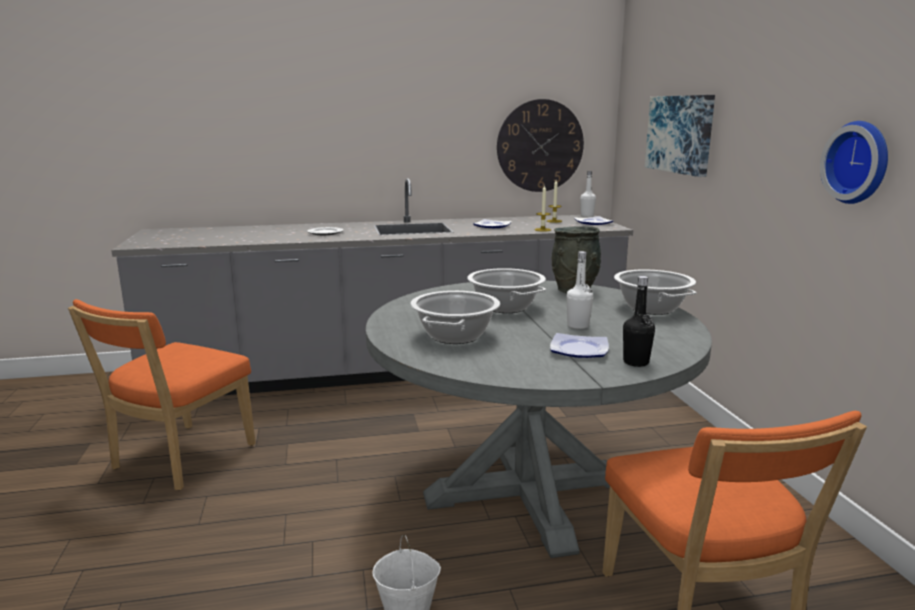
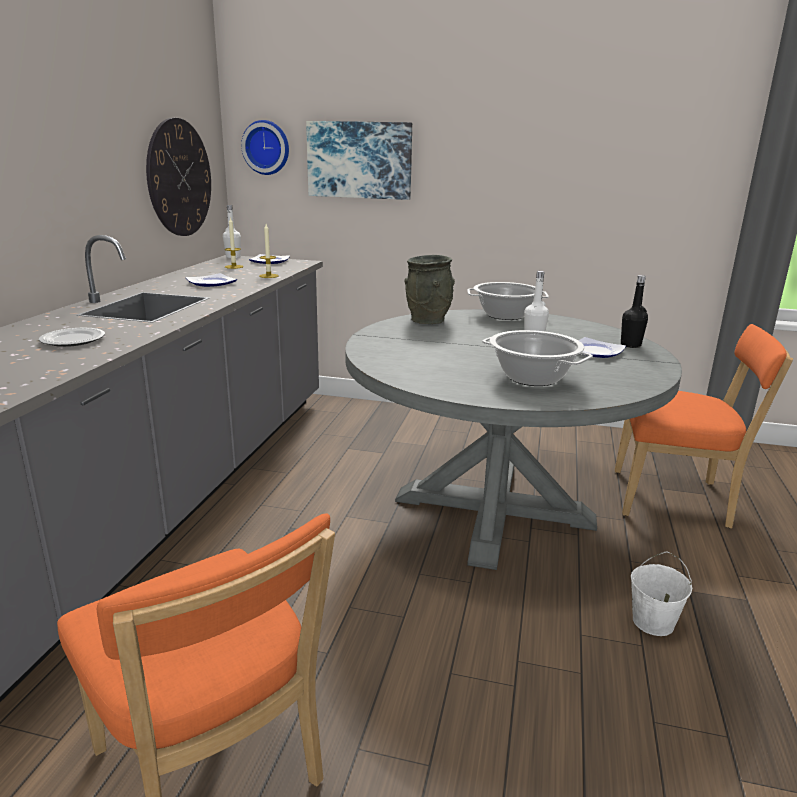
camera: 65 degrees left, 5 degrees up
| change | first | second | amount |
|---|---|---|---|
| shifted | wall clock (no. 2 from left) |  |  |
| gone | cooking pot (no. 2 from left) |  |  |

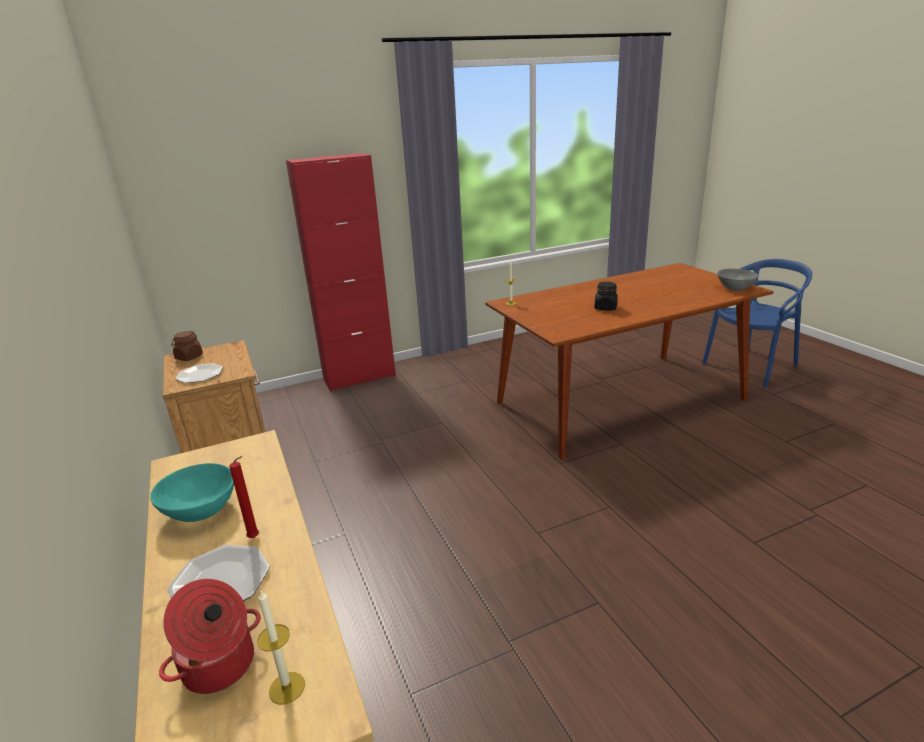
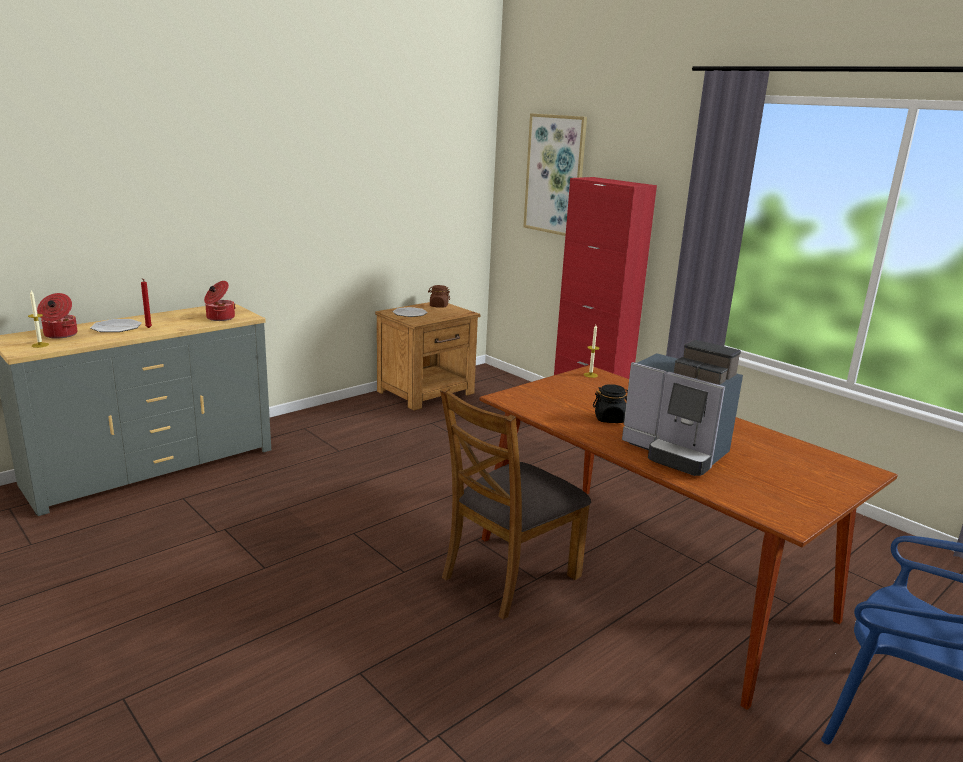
camera: 70 degrees right, 5 degrees down
| change | first | second | amount |
|---|---|---|---|
| gone | grey bowl |  |  |
| gone | turquoise bowl |  |  |
| new |  | picture |  |
| new |  | cooking pot (no. 2 from left) |  |
| new |  | coffee machine |  |
| new |  | brown chair |  |

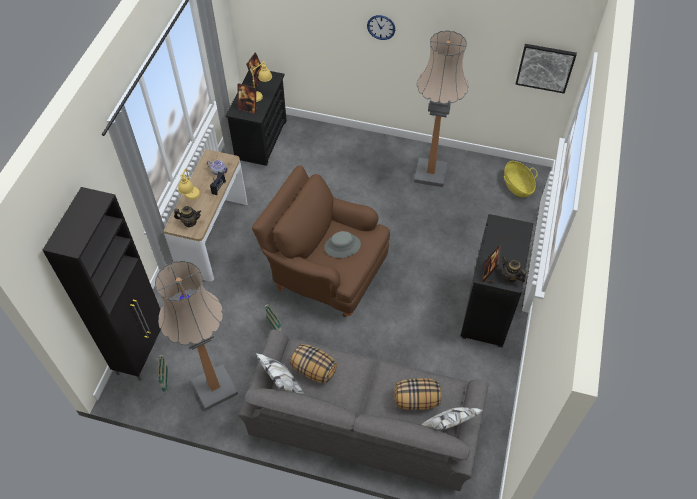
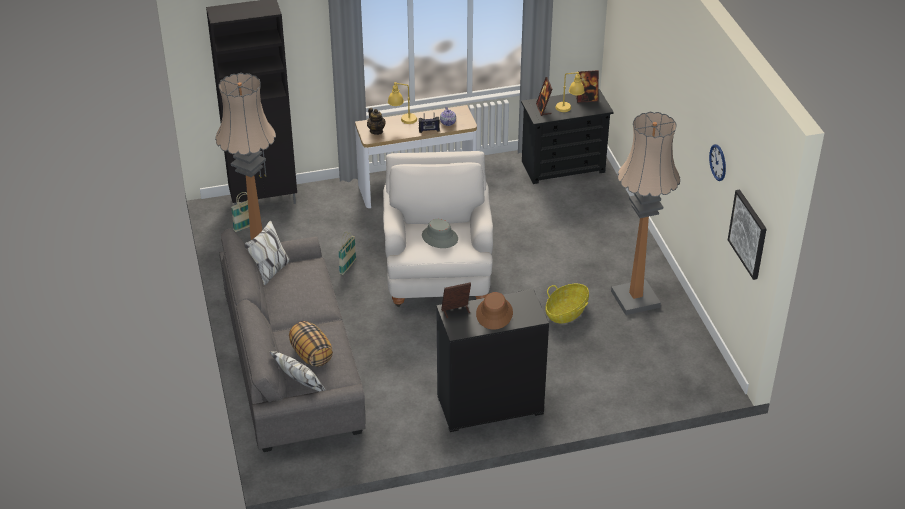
camera: 60 degrees right, 15 degrees down
| change | first | second | amount |
|---|---|---|---|
| shifted | wall clock |  |  |
| shifted | basket (no. 3 from left) |  |  |
| repainted | brown armchair | white armchair |  |
| gone | teapot (no. 3 from left) |  |  |
| gone | pillow (no. 1 from left) |  |  |
| new |  | brown hat |  |

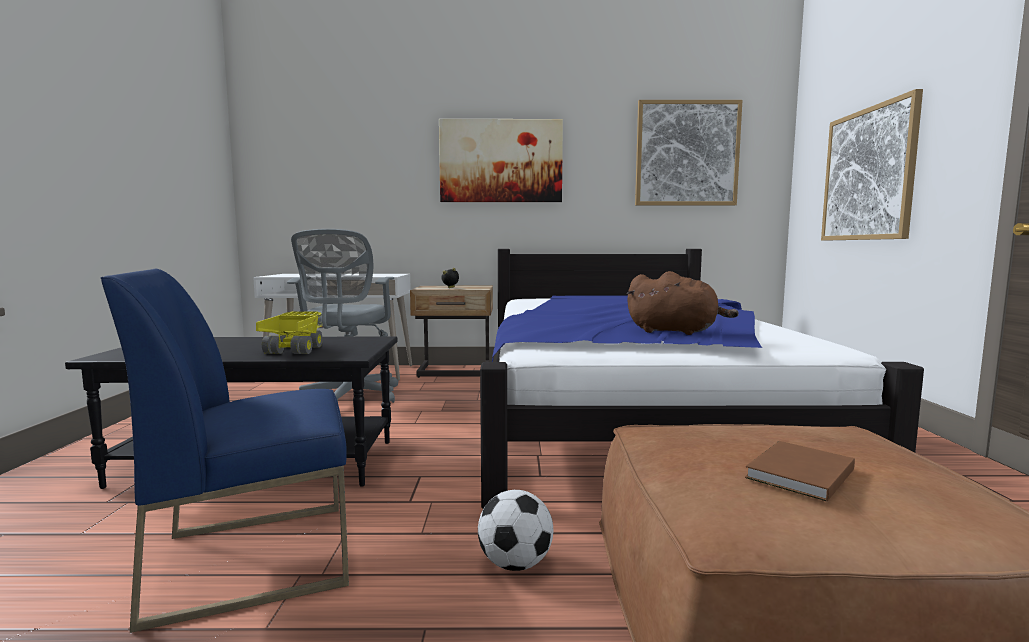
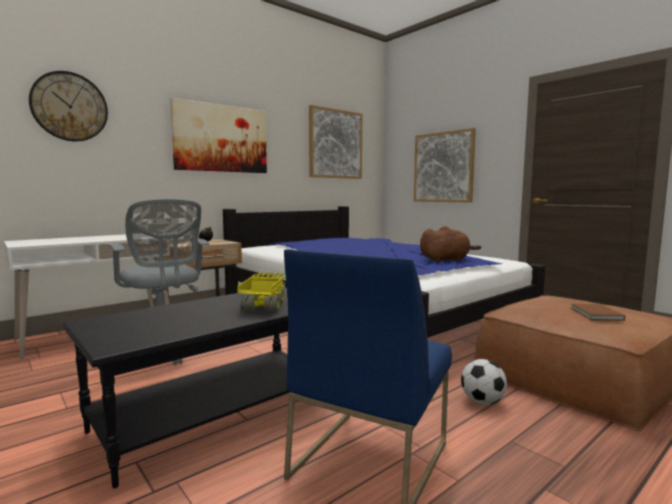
camera: 40 degrees left, 0 degrees up
| change | first | second | amount |
|---|---|---|---|
| rotated | toy truck |  | 45 degrees clockwise |
| new |  | wall clock |  |

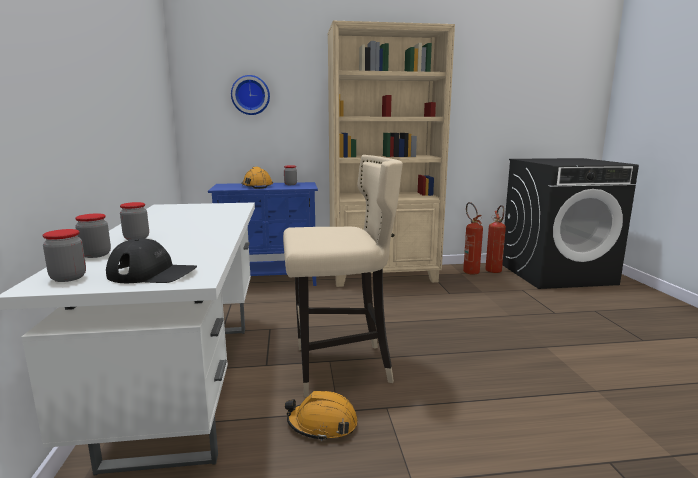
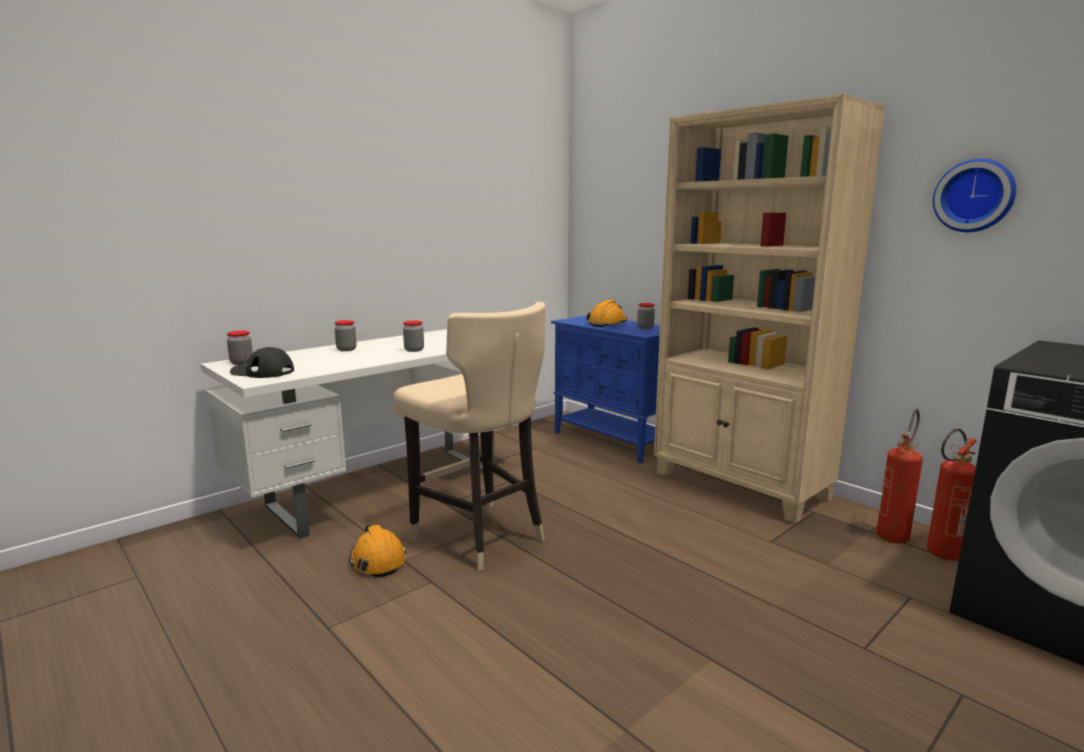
camera: 55 degrees right, 0 degrees up
| change | first | second | amount |
|---|---|---|---|
| shifted | wall clock |  |  |
| shifted | jar (no. 2 from left in the first image) | jar (no. 3 from left) |  |
| rotated | black cap |  | 135 degrees clockwise |

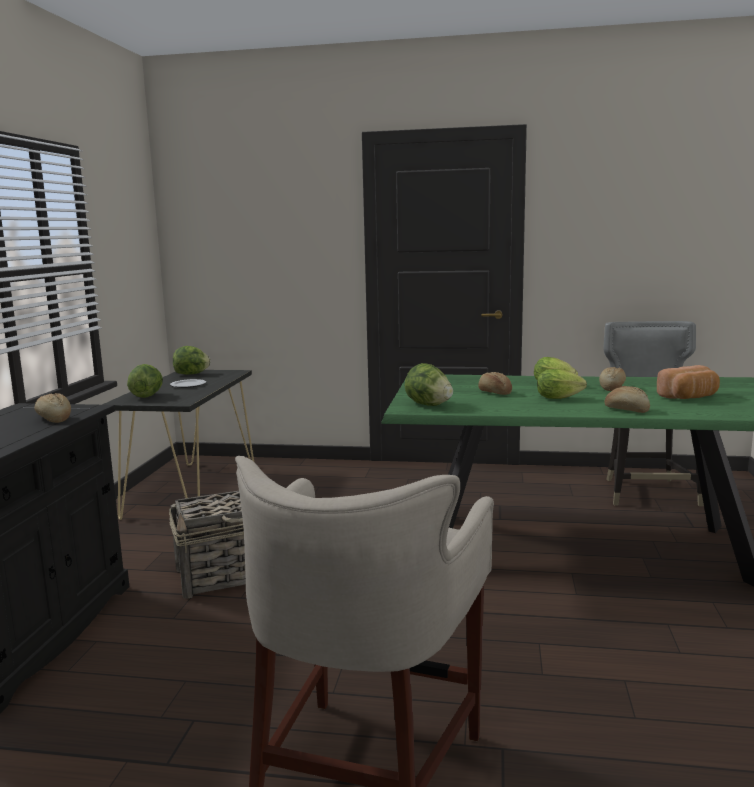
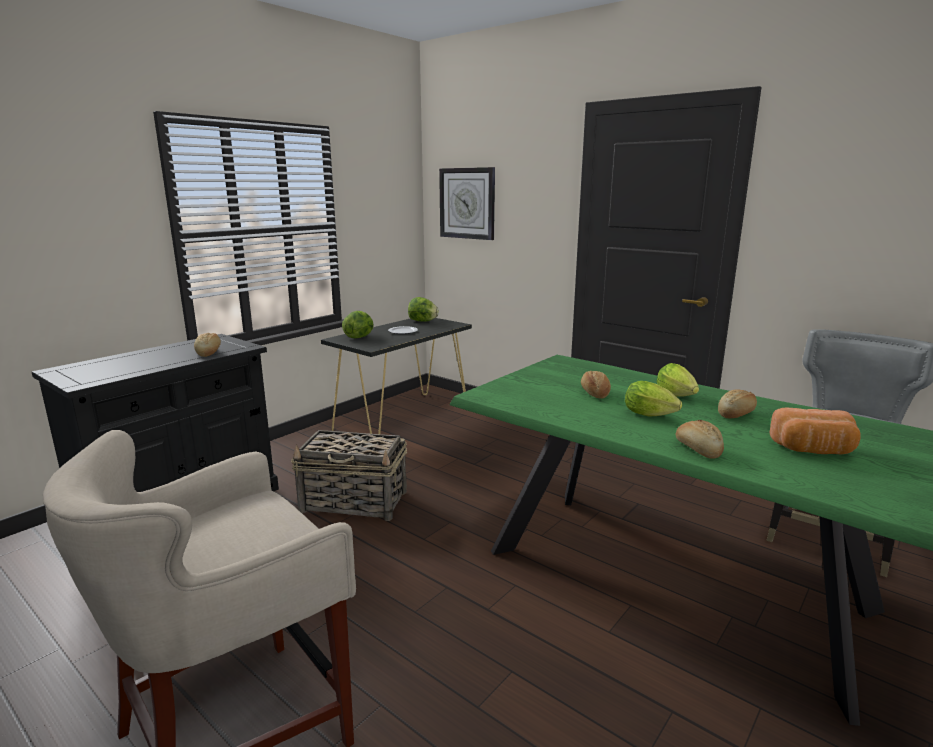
camera: 30 degrees right, 5 degrees up
| change | first | second | amount |
|---|---|---|---|
| gone | lettuce (no. 3 from left) |  |  |
| new |  | wall clock |  |

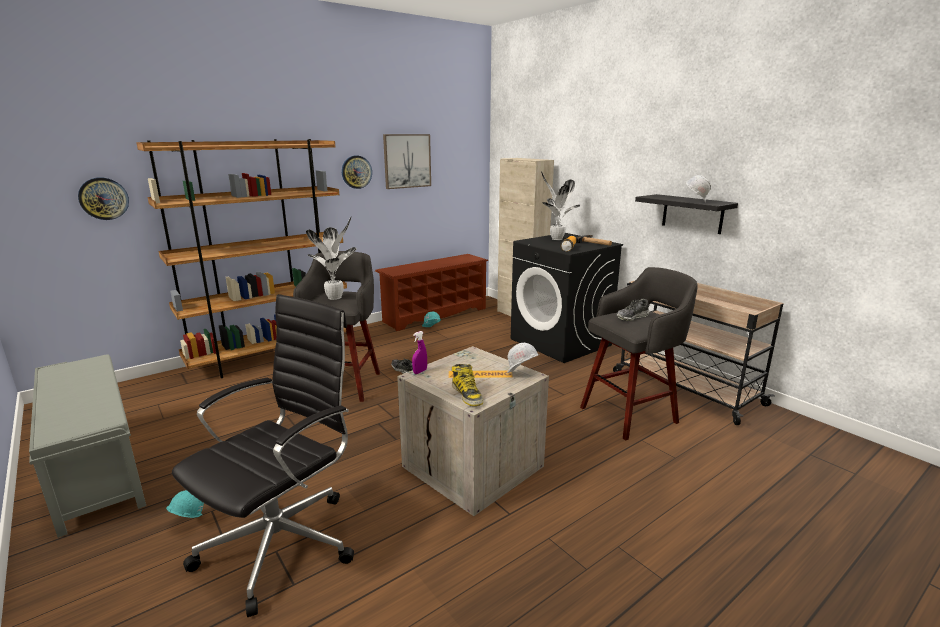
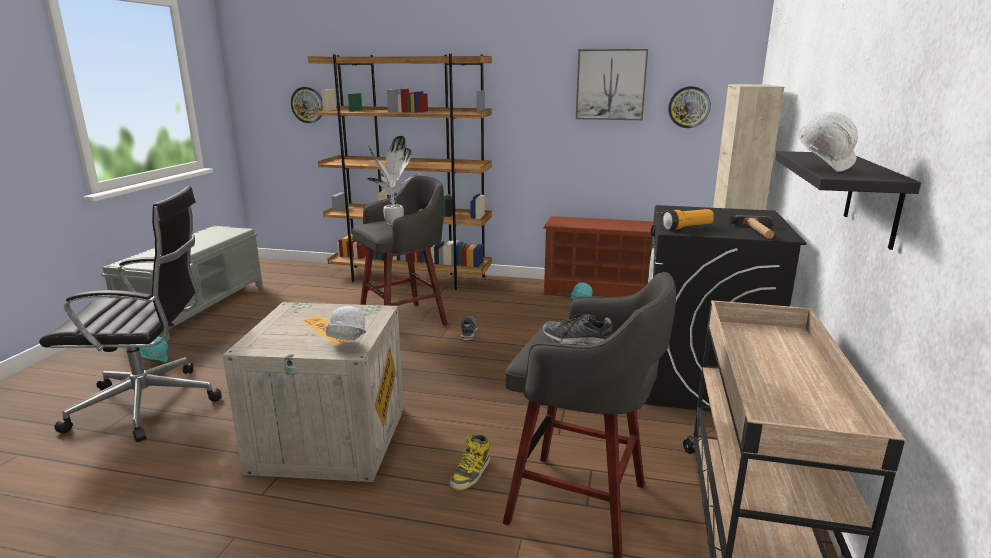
camera: 50 degrees right, 0 degrees up
| change | first | second | amount |
|---|---|---|---|
| shifted | wall clock (no. 2 from left) |  |  |
| gone | potted plant (no. 2 from left) |  |  |
| gone | purple spray bottle |  |  |
| shifted | boot |  |  |

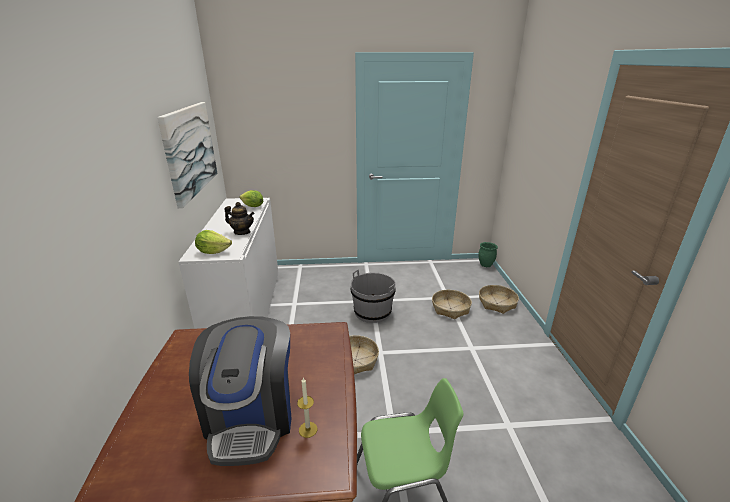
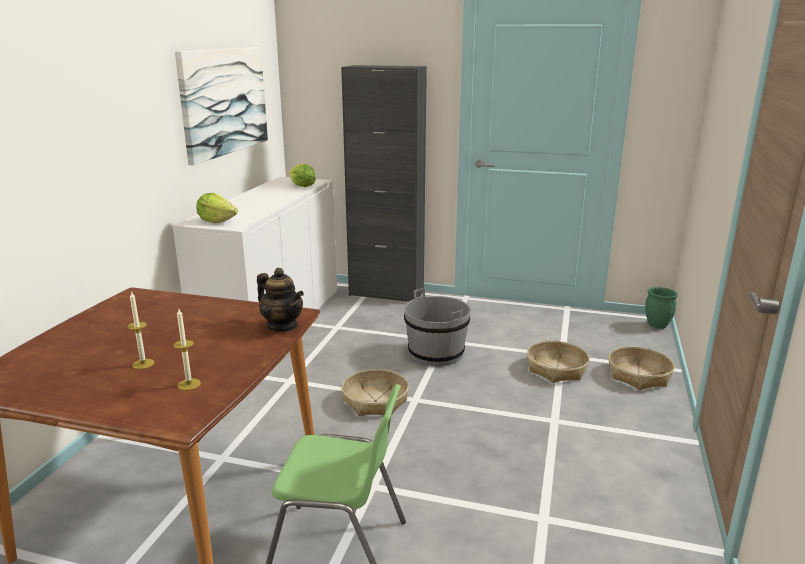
camera: 20 degrees right, 5 degrees down
| change | first | second | amount |
|---|---|---|---|
| shifted | teapot |  |  |
| swapped | coffee machine | candle (no. 1 from left) |  |
| new |  | black cabinet |  |

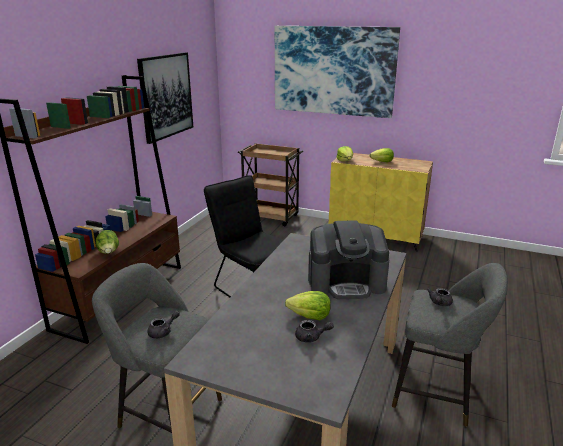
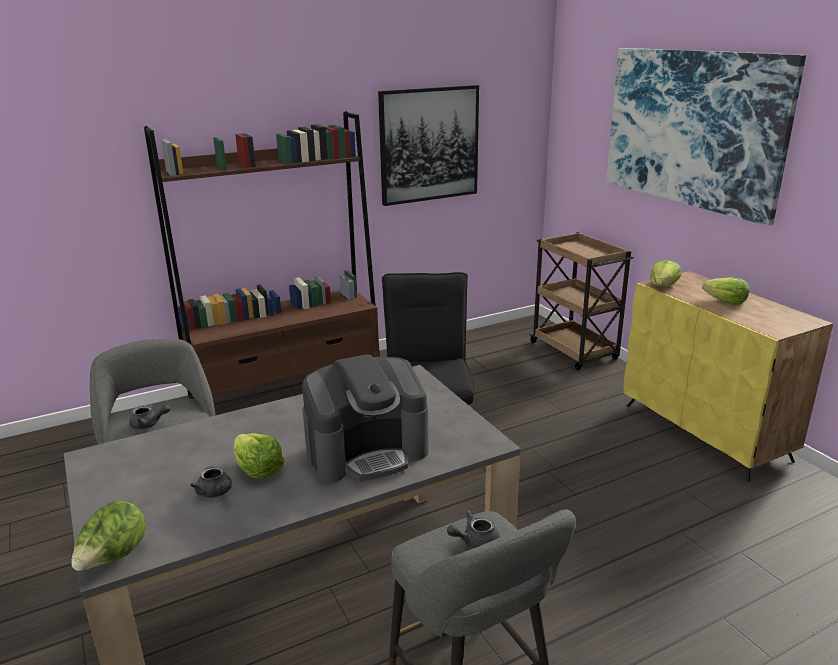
camera: 40 degrees right, 0 degrees up
| change | first | second | amount |
|---|---|---|---|
| rotated | coffee machine |  | 60 degrees counterclockwise |
| shifted | lettuce (no. 1 from left) |  |  |

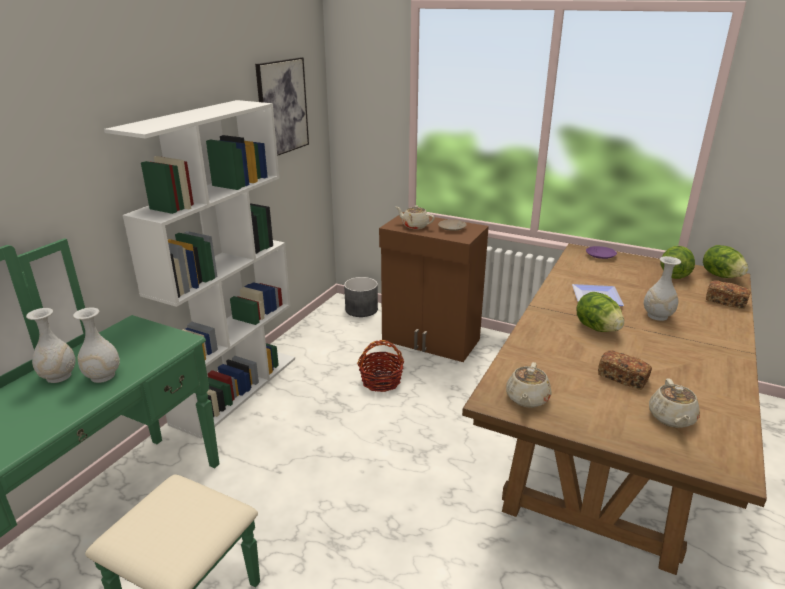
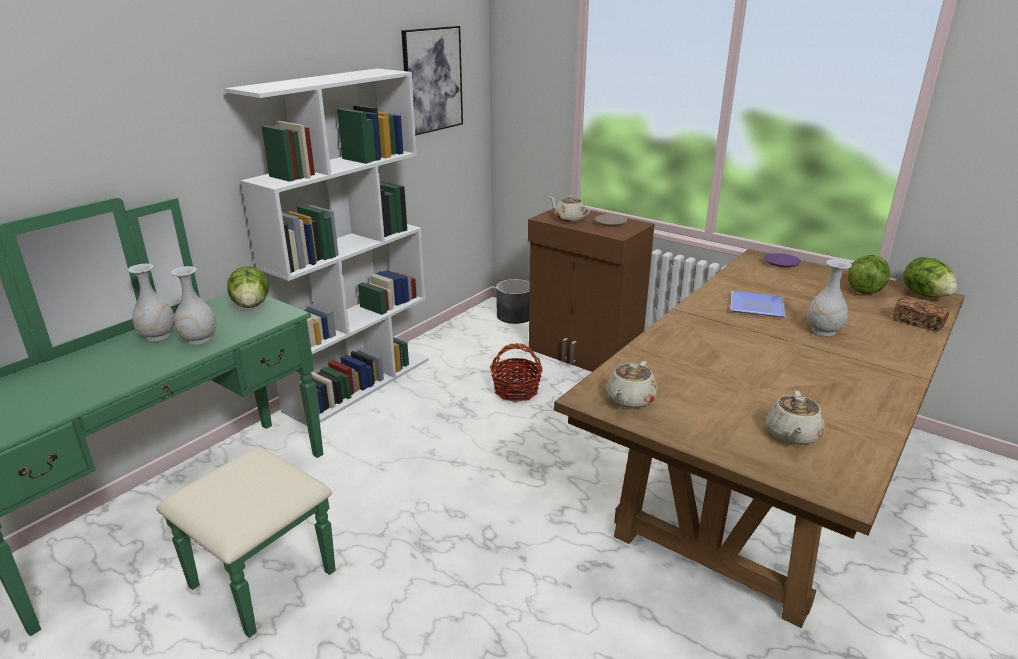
camera: 10 degrees right, 0 degrees up
| change | first | second | amount |
|---|---|---|---|
| shifted | lettuce (no. 1 from left) |  |  |
| gone | bread (no. 1 from left) |  |  |

